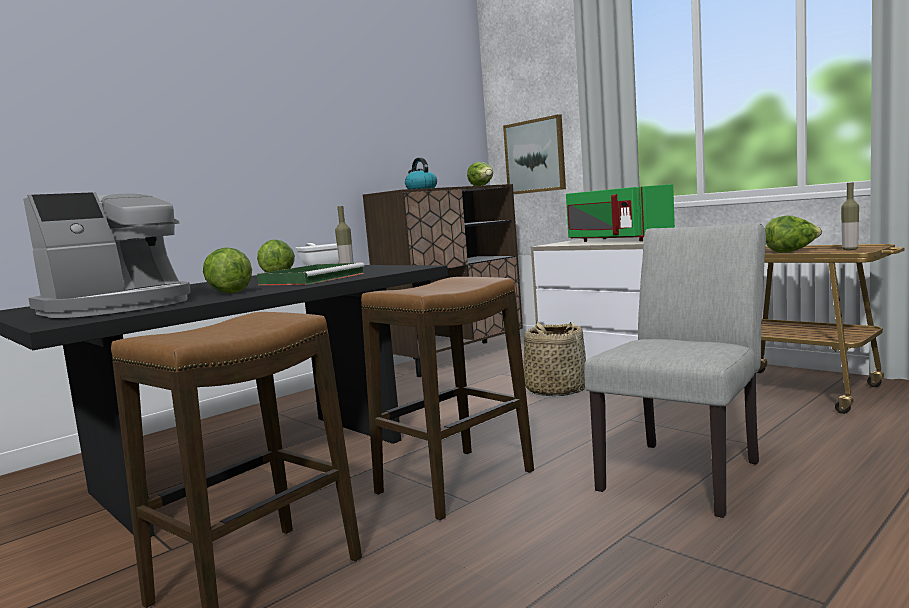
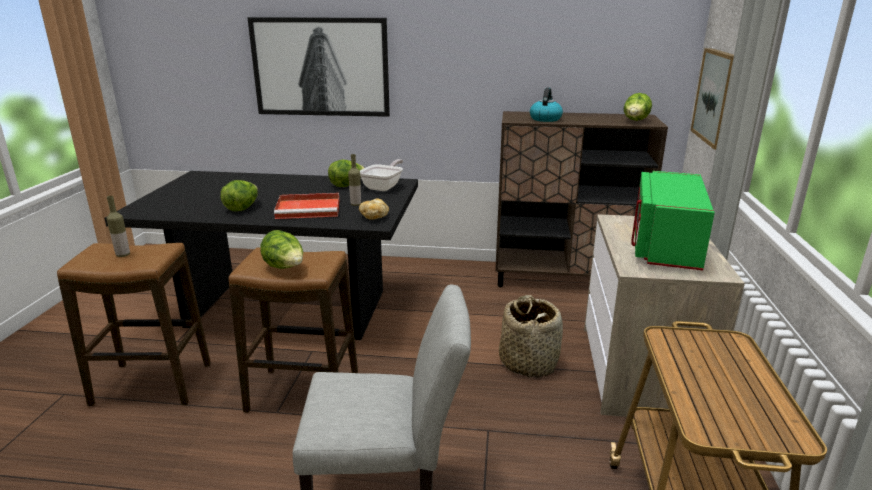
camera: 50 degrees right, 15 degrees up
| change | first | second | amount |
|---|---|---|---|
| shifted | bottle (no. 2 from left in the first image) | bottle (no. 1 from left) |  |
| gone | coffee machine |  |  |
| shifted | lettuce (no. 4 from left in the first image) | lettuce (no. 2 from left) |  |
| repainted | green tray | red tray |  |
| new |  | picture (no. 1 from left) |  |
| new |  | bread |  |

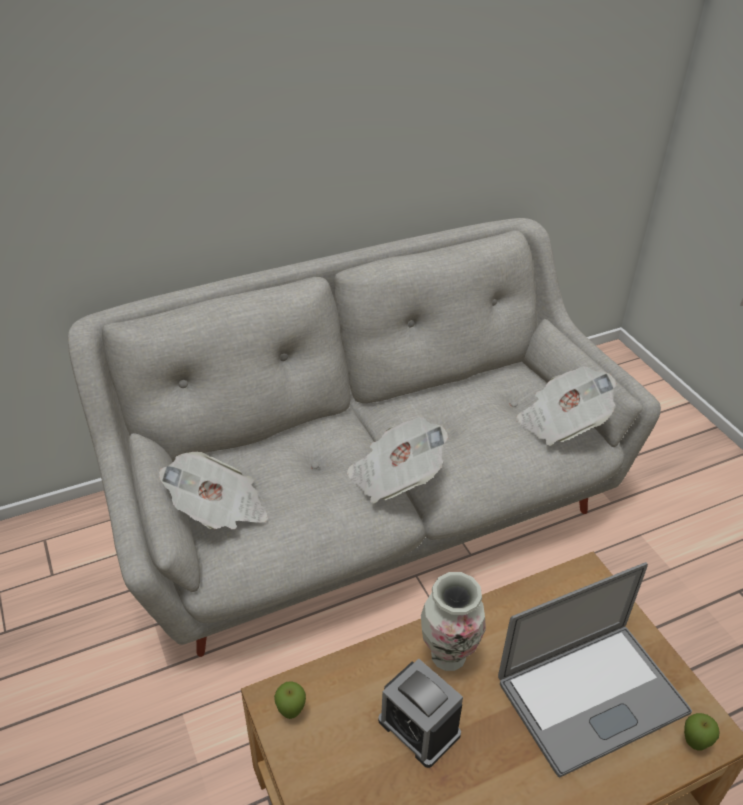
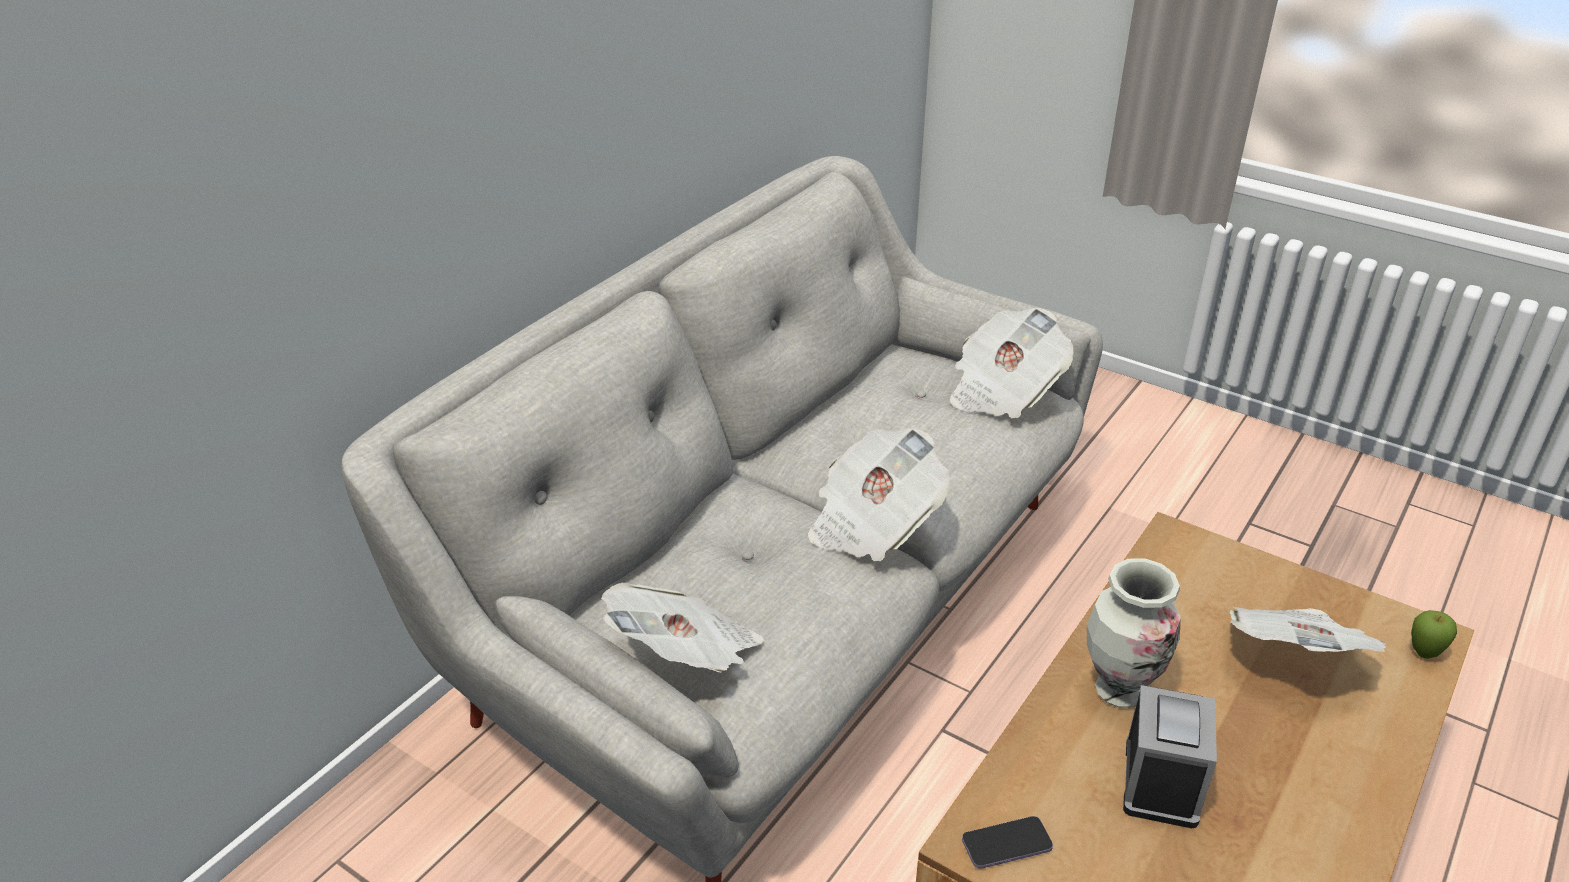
camera: 30 degrees left, 5 degrees down
| change | first | second | amount |
|---|---|---|---|
| swapped | laptop | newspaper (no. 4 from left) |  |
| rotated | alarm clock |  | 90 degrees counterclockwise |
| swapped | apple (no. 1 from left) | phone |  |

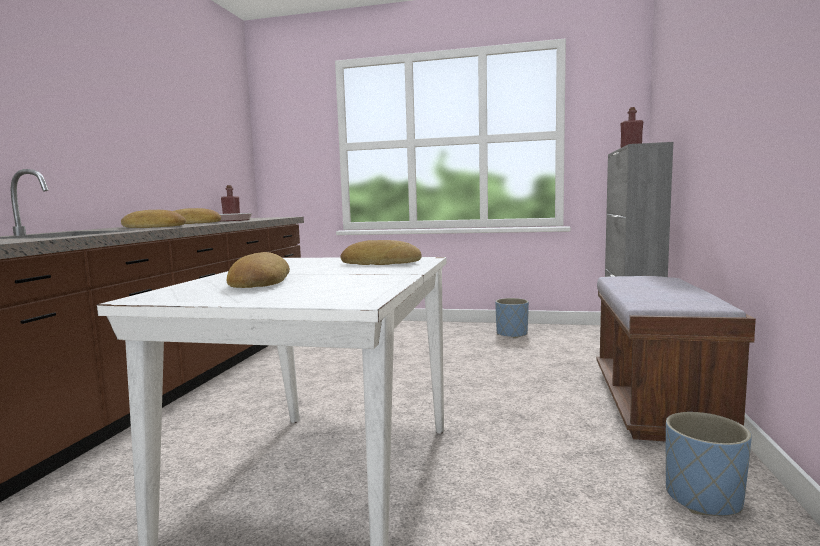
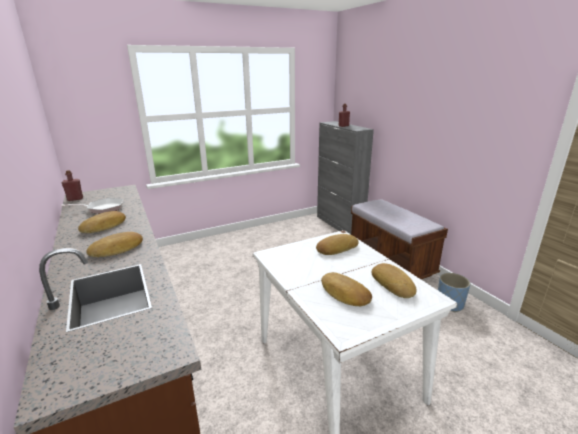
camera: 40 degrees left, 15 degrees up
| change | first | second | amount |
|---|---|---|---|
| gone | blue planter (no. 1 from left) |  |  |
| new |  | bread (no. 5 from left) |  |

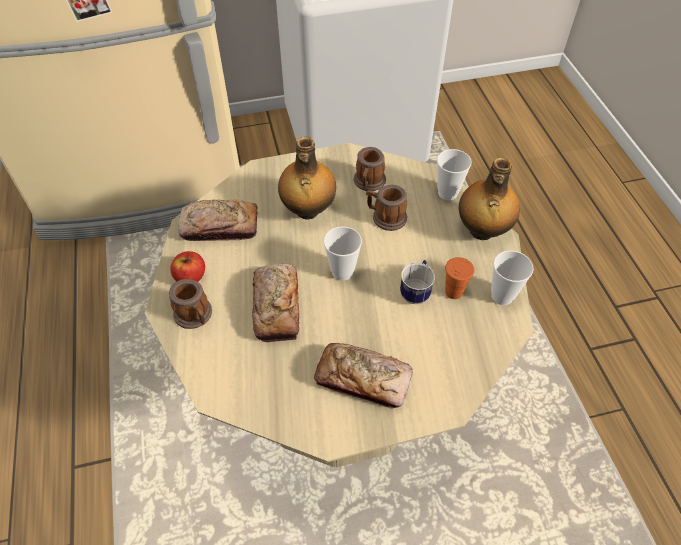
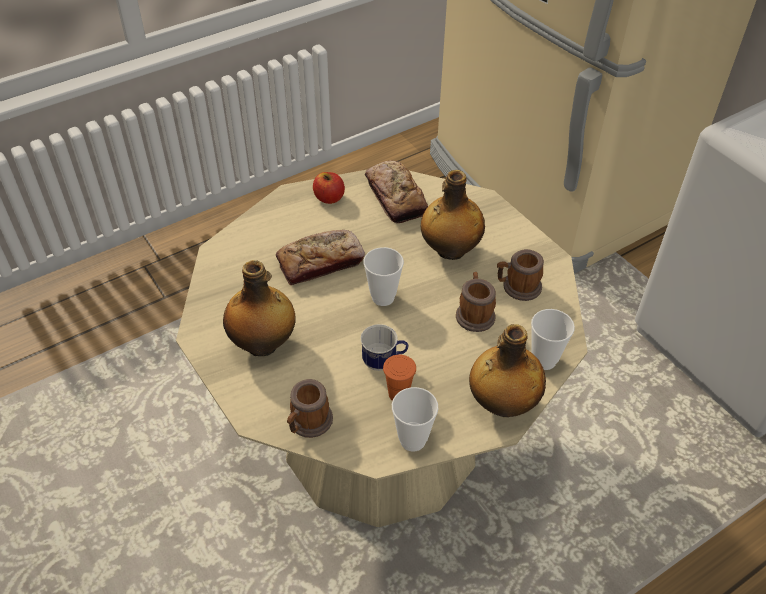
camera: 70 degrees right, 5 degrees down
| change | first | second | amount |
|---|---|---|---|
| shifted | mug (no. 1 from left) |  |  |
| swapped | bread (no. 3 from left) | bottle (no. 1 from left) |  |

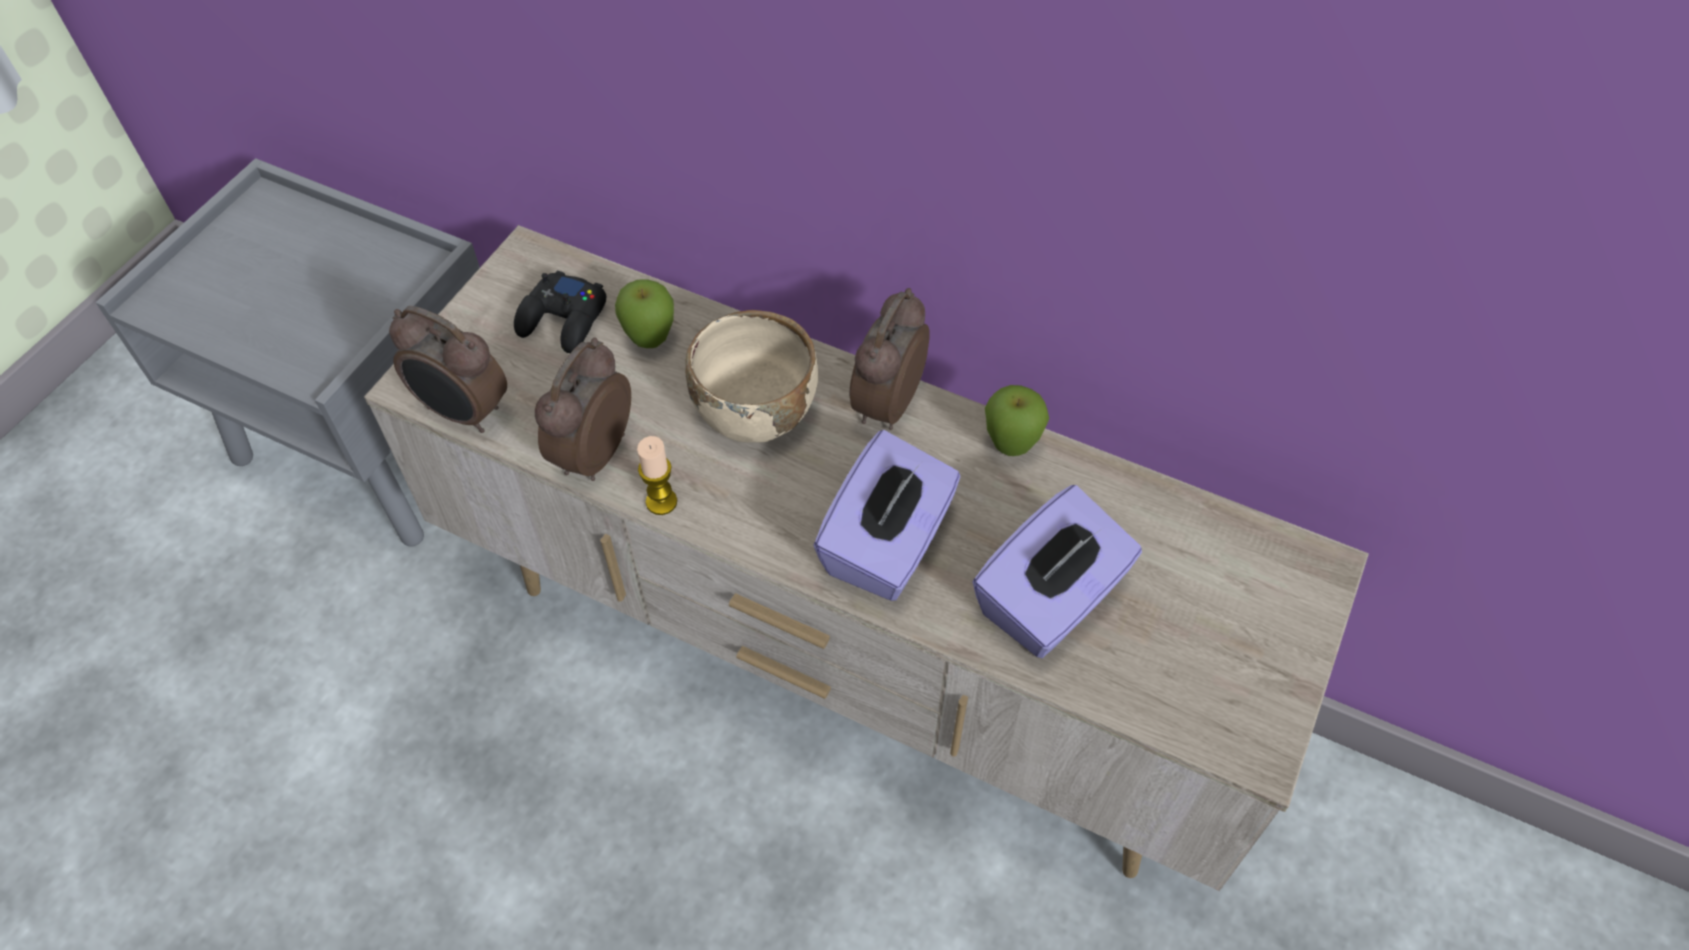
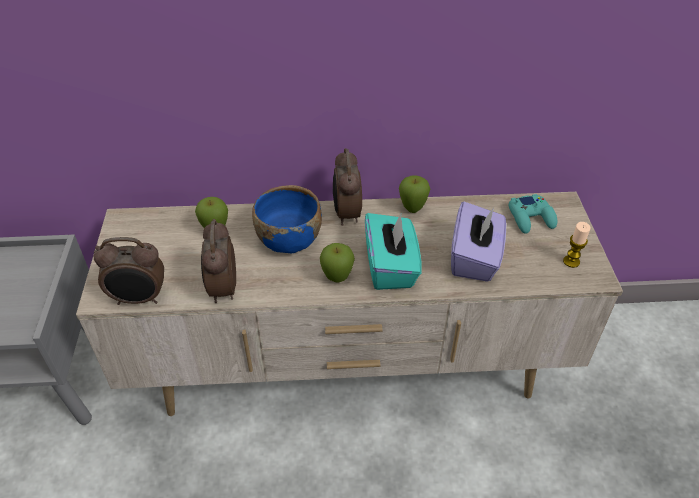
camera: 30 degrees left, 10 degrees down
| change | first | second | amount |
|---|---|---|---|
| gone | black game controller |  |  |
| repainted | beige bowl | blue bowl |  |
| repainted | purple tissue box (no. 1 from left) | turquoise tissue box |  |
| shifted | candle |  |  |
| new |  | turquoise game controller |  |
| new |  | apple (no. 2 from left) |  |

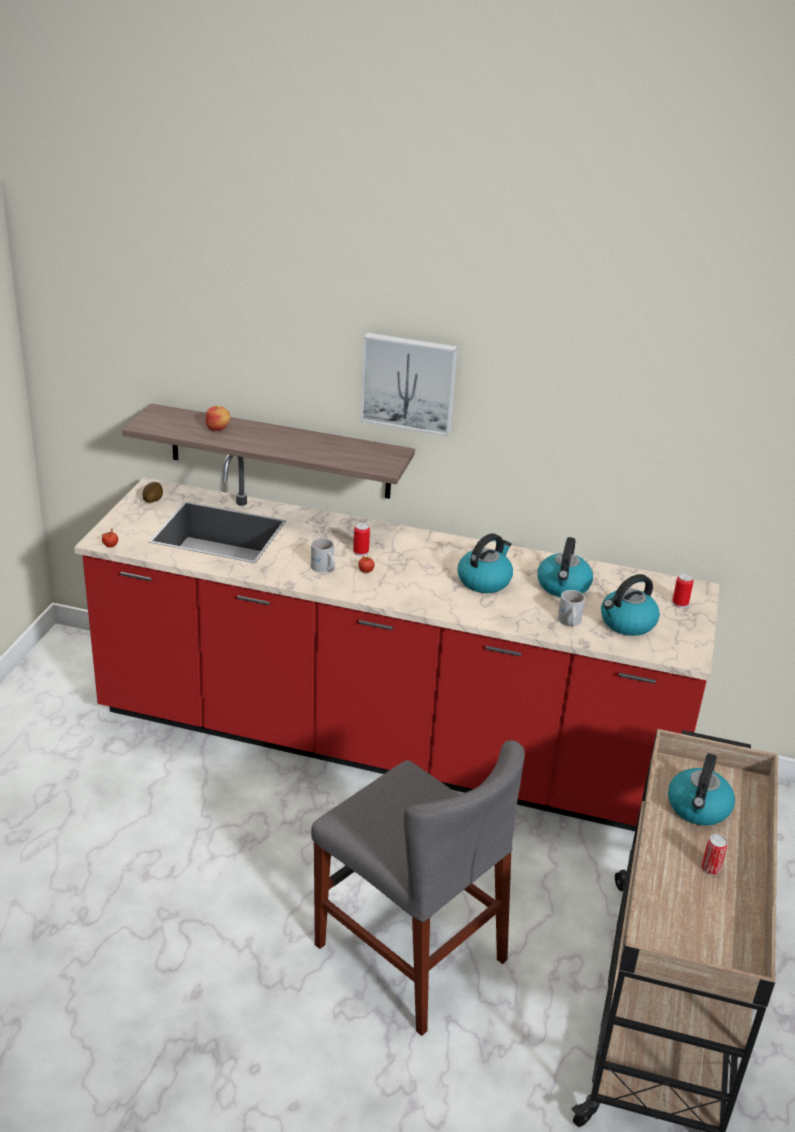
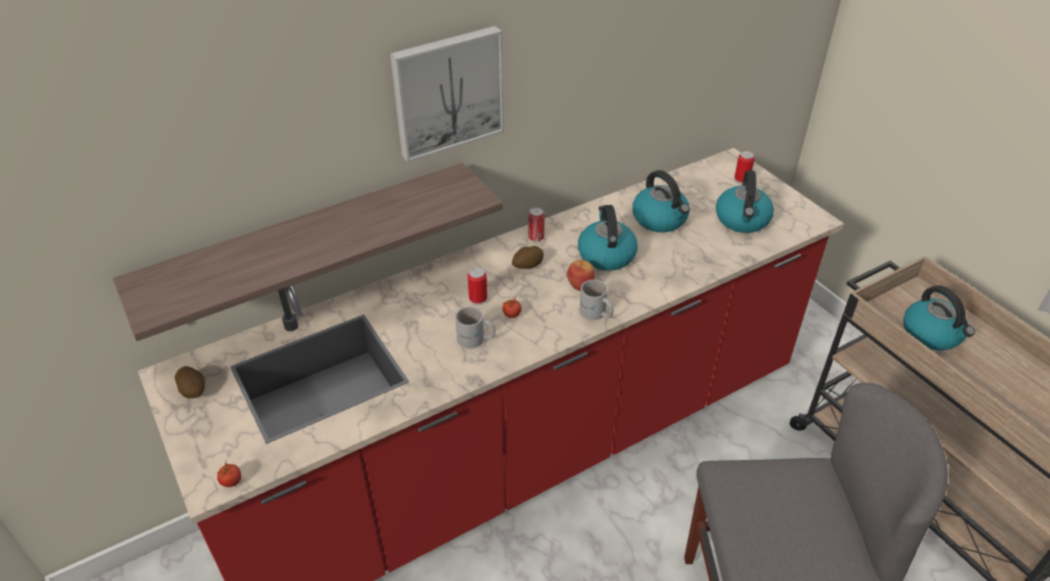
camera: 45 degrees left, 10 degrees up
| change | first | second | amount |
|---|---|---|---|
| shifted | apple |  |  |
| shifted | white mug (no. 2 from left) |  |  |
| shifted | can (no. 3 from left in the first image) | can (no. 2 from left) |  |
| new |  | potato (no. 2 from left) |  |

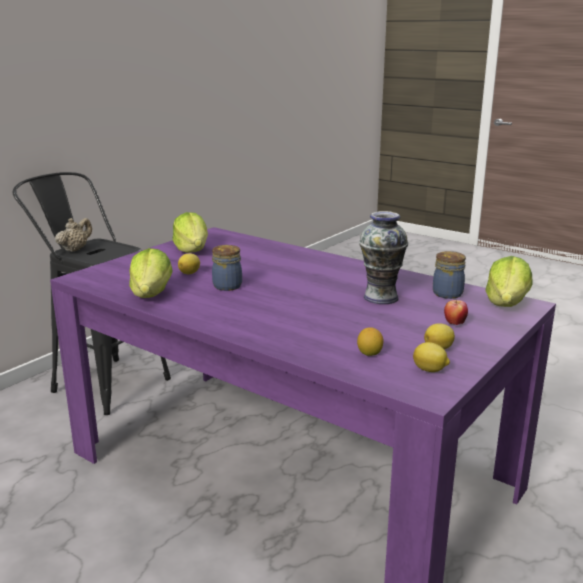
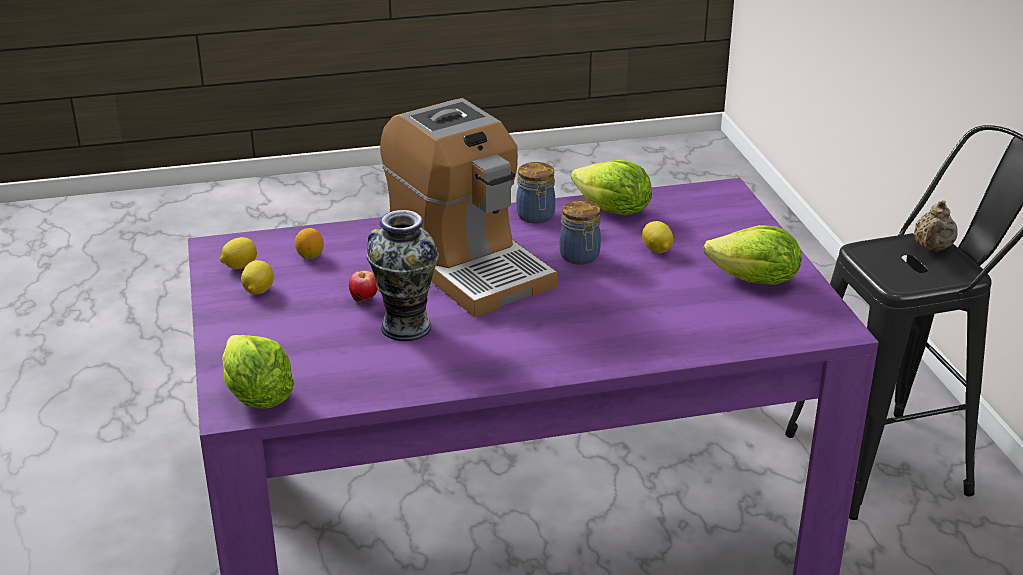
camera: 130 degrees right, 10 degrees up
| change | first | second | amount |
|---|---|---|---|
| rotated | beige teapot |  | 45 degrees clockwise |
| shifted | jar (no. 2 from left in the first image) | jar (no. 1 from left) |  |
| shifted | apple |  |  |
| new |  | coffee machine |  |

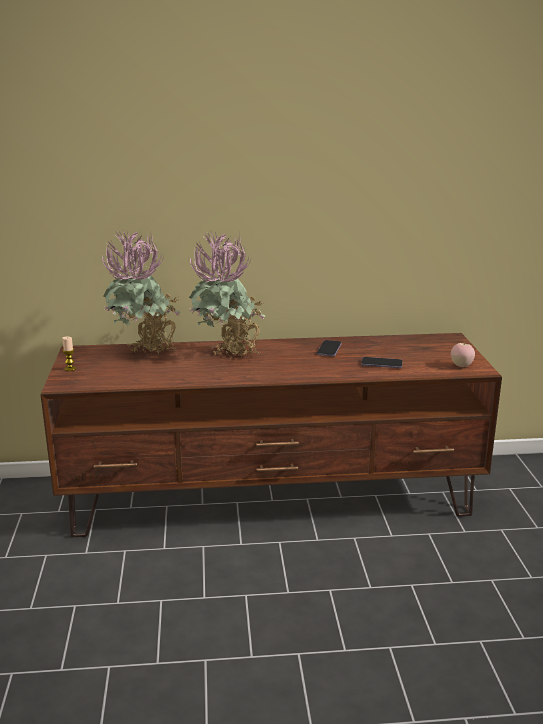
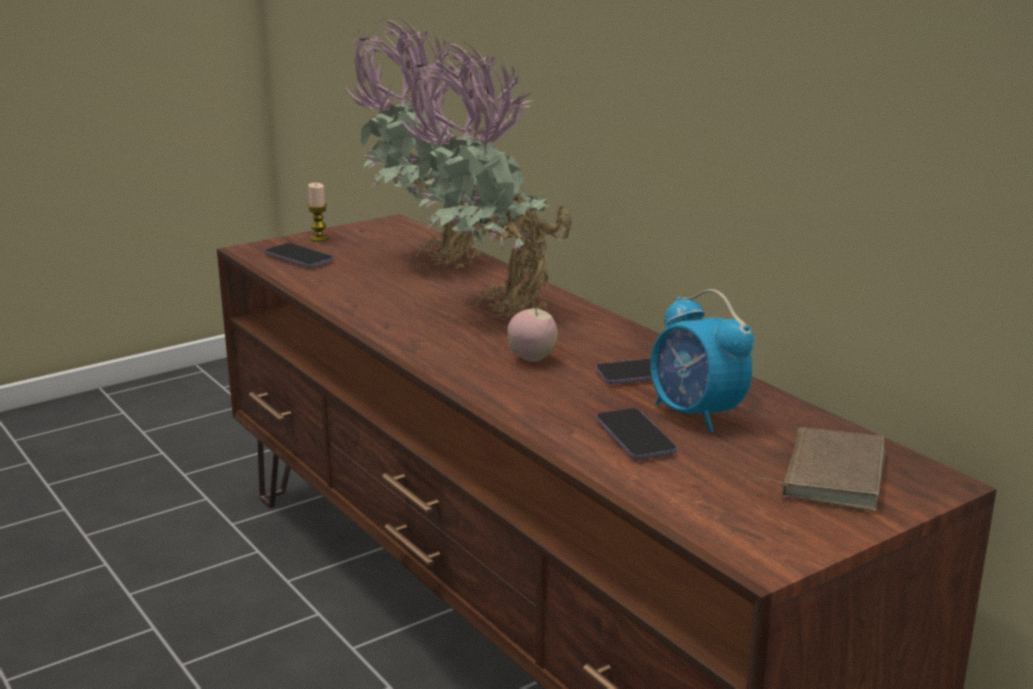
camera: 60 degrees right, 0 degrees up
| change | first | second | amount |
|---|---|---|---|
| shifted | apple |  |  |
| new |  | phone (no. 1 from left) |  |
| new |  | alarm clock |  |
| new |  | brown book |  |

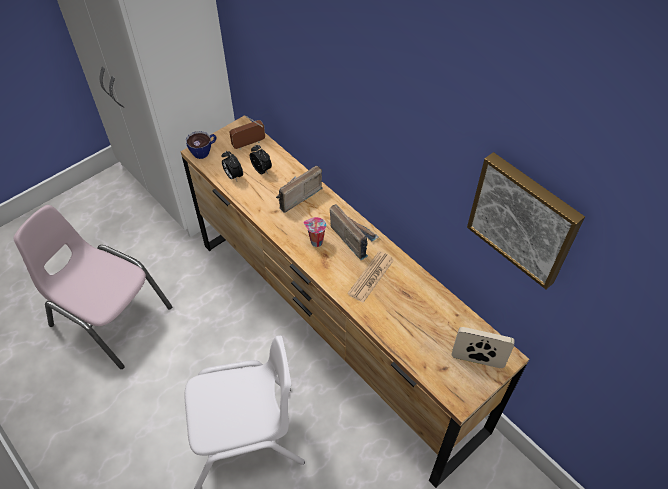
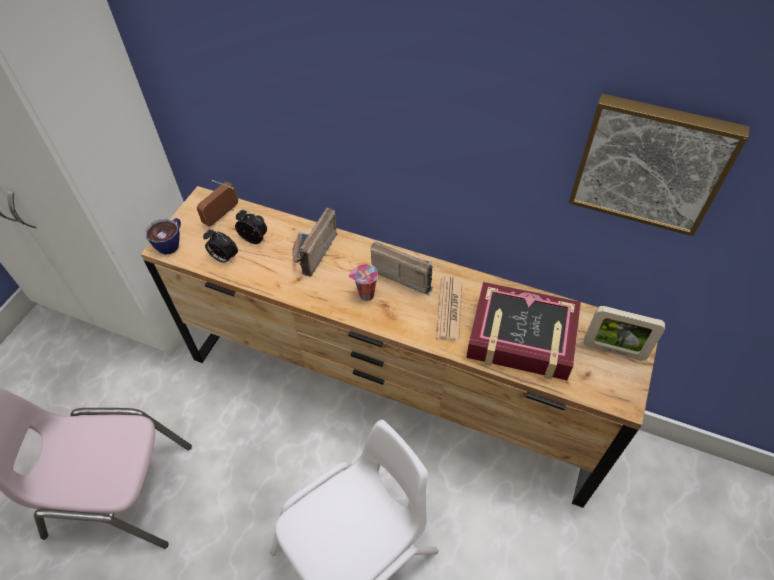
camera: 25 degrees left, 0 degrees up
| change | first | second | amount |
|---|---|---|---|
| rotated | picture frame |  | 150 degrees counterclockwise |
| new |  | book |  |

